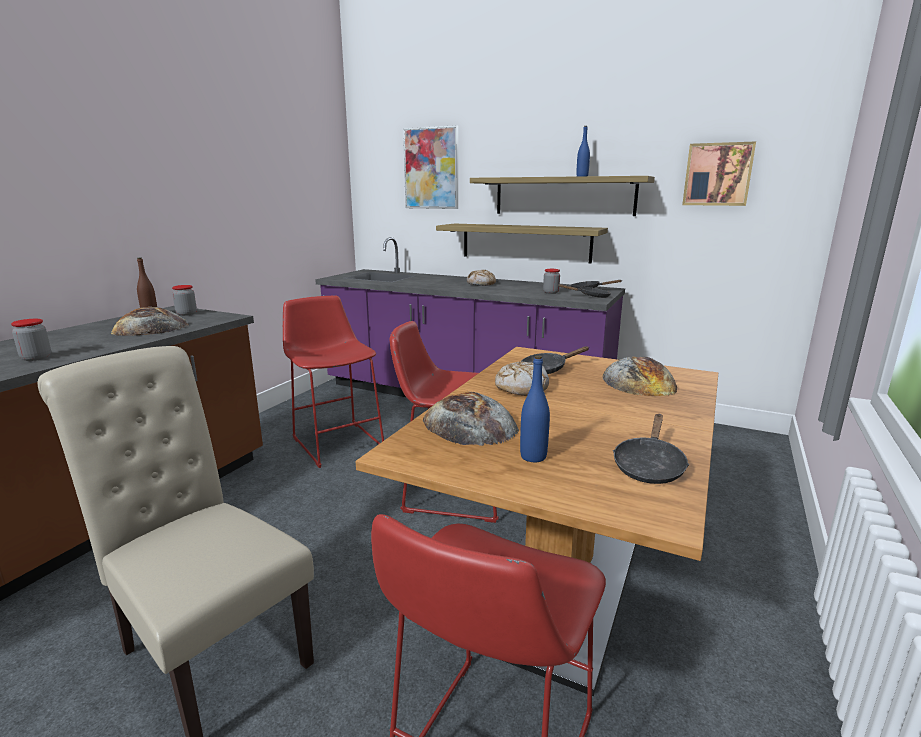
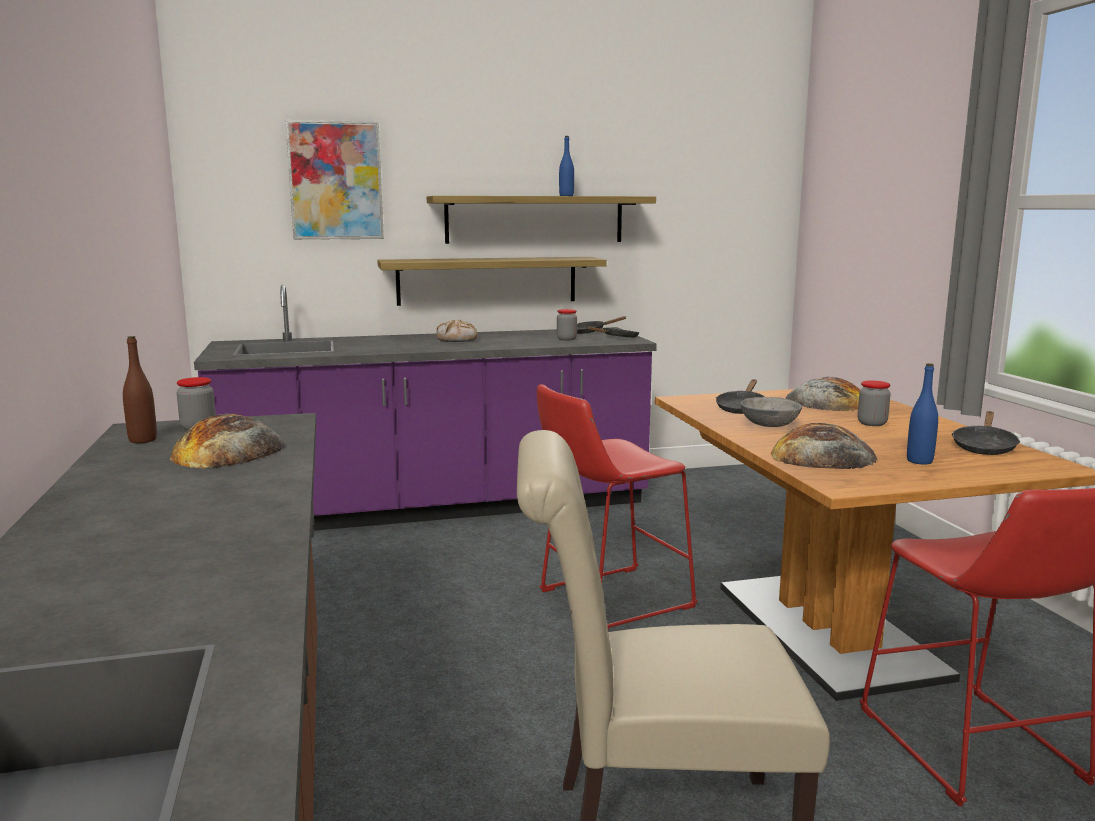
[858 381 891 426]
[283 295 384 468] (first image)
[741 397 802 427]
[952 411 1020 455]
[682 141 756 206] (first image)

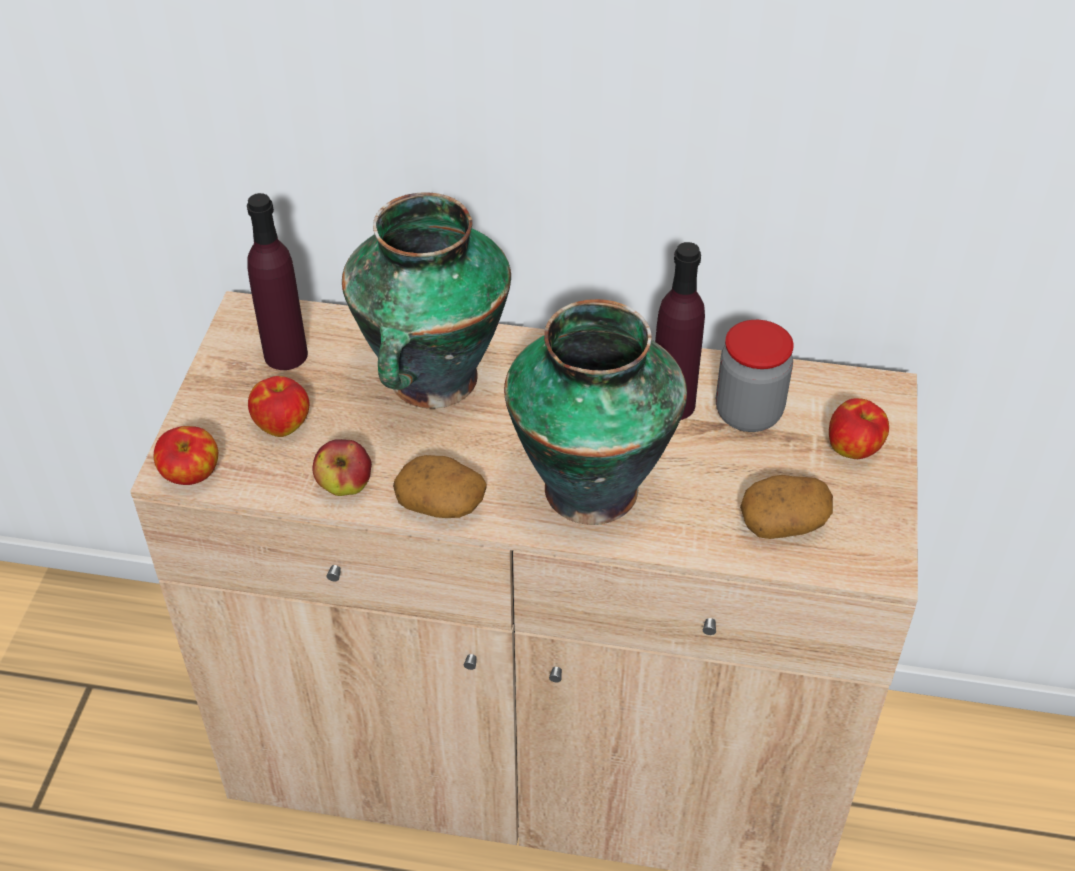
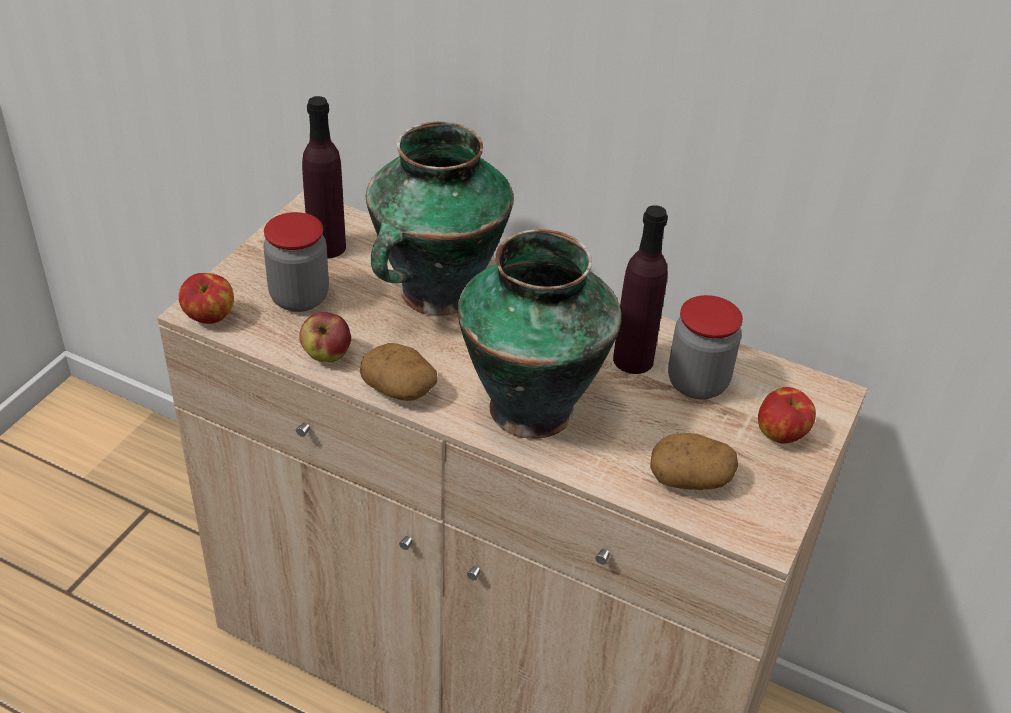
[263 212 329 312]

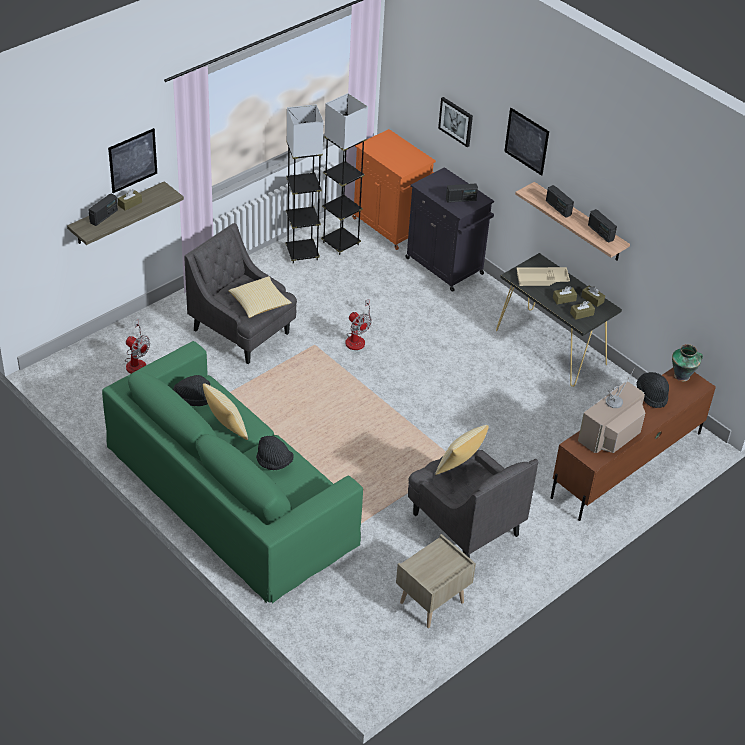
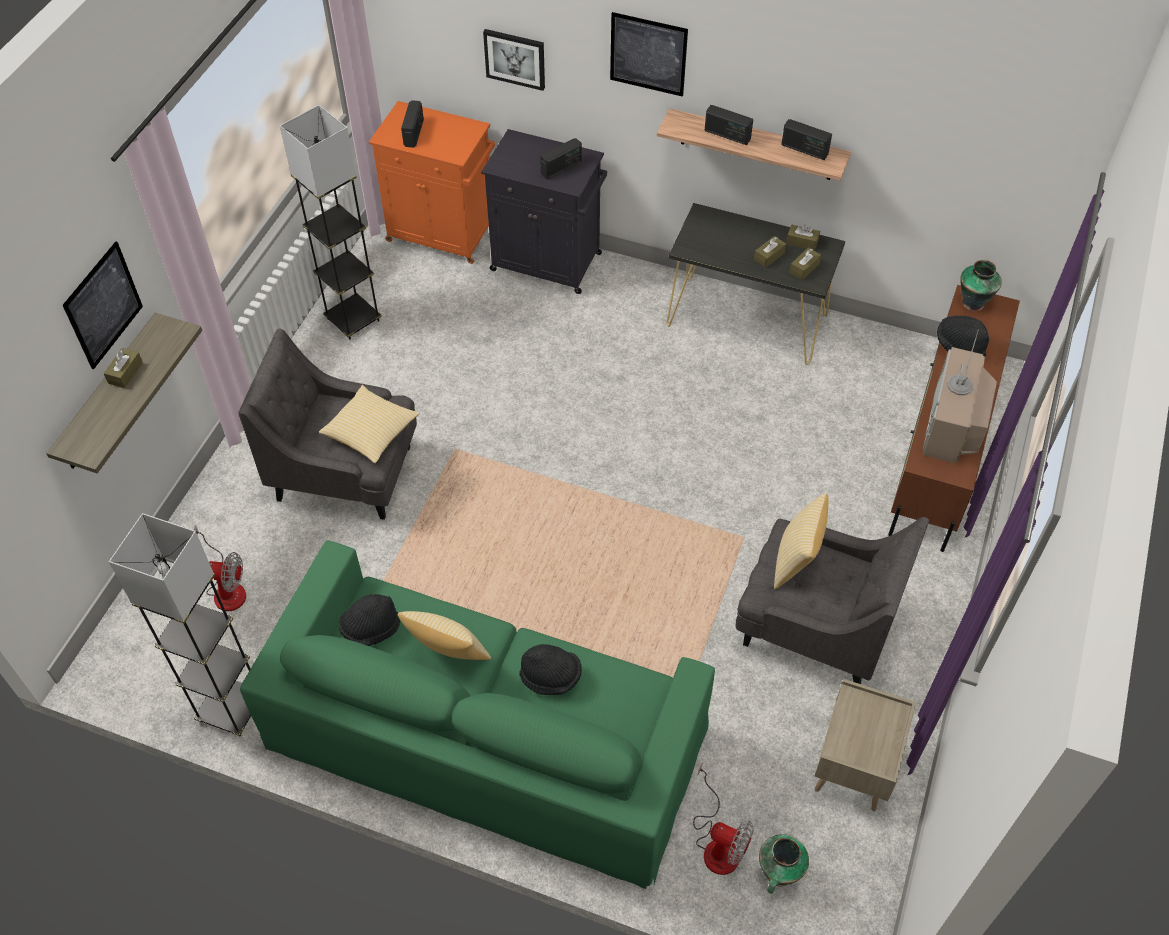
[401 100 424 148]
[109 513 251 736]
[693 762 754 875]
[517 267 570 286] (first image)
[759 834 809 894]

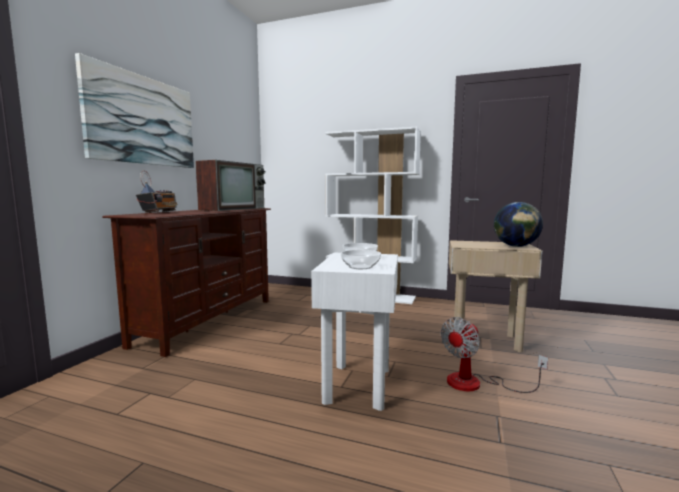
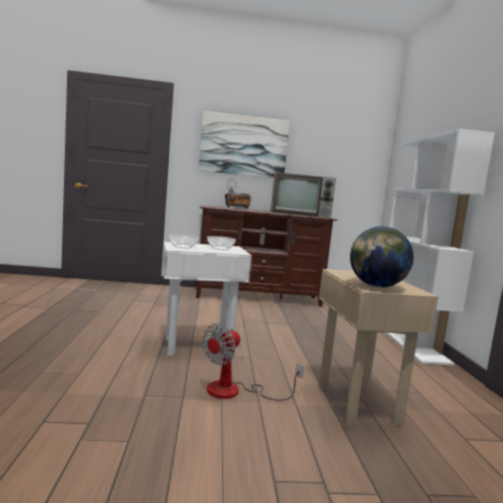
[202 324 304 401]

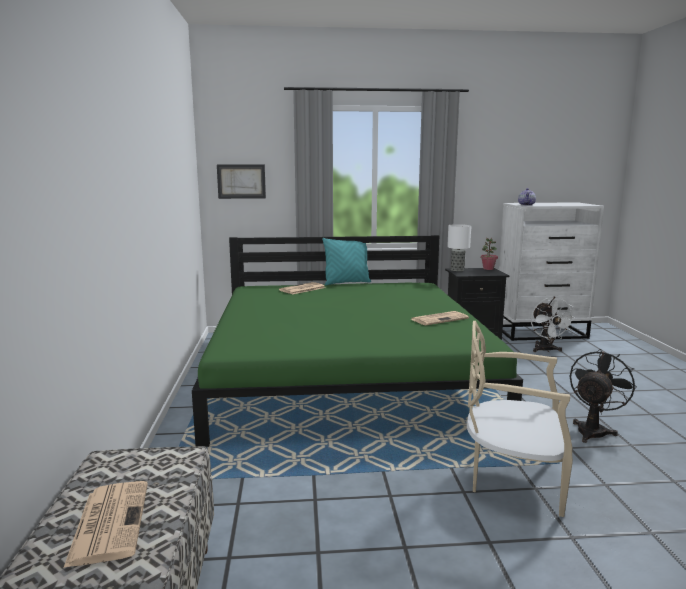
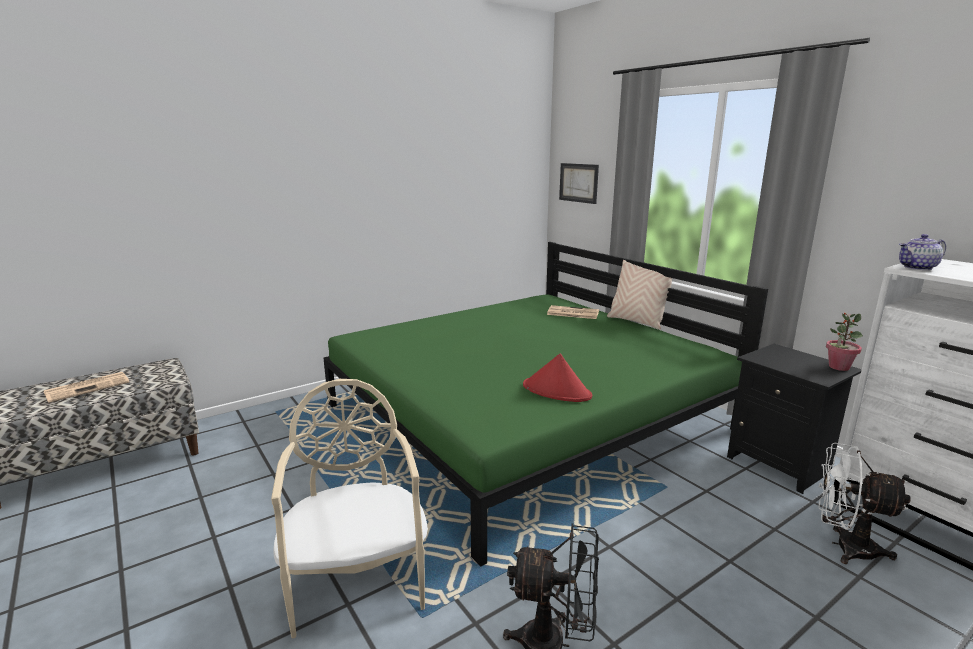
[607 260 673 330]
[523 353 592 402]
[447 224 471 271] (first image)
[818 443 911 564]

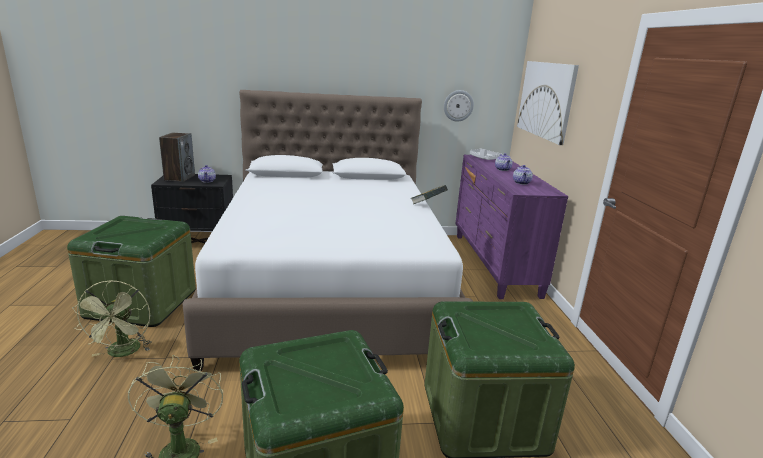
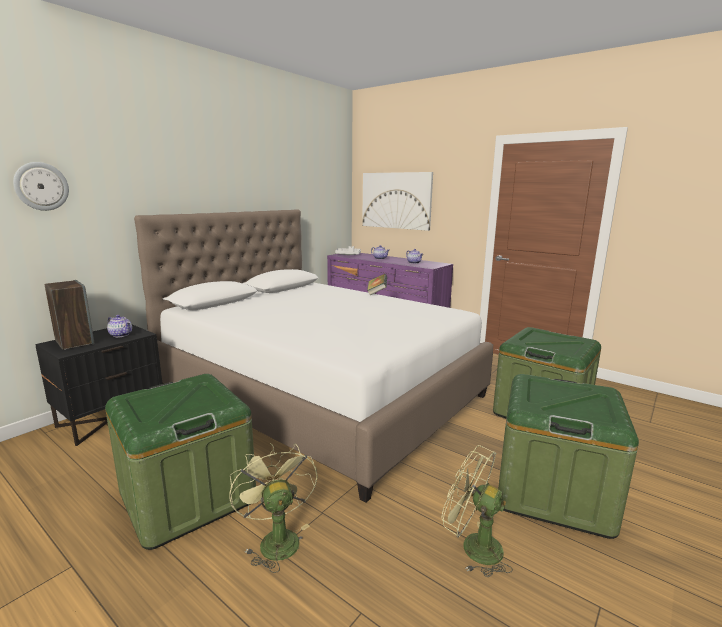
[229 443 318 573]
[13 162 69 211]

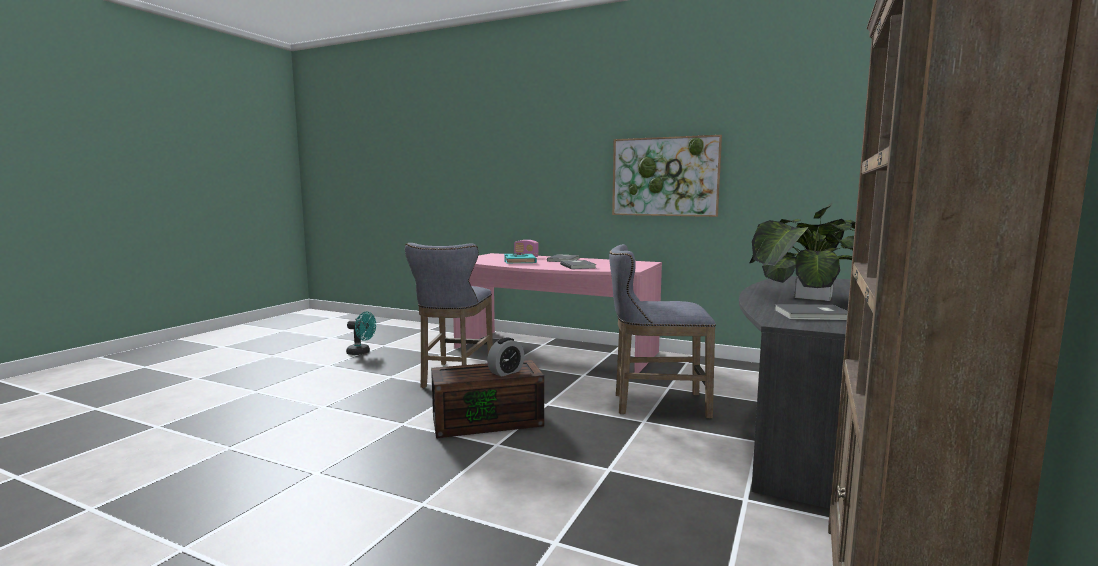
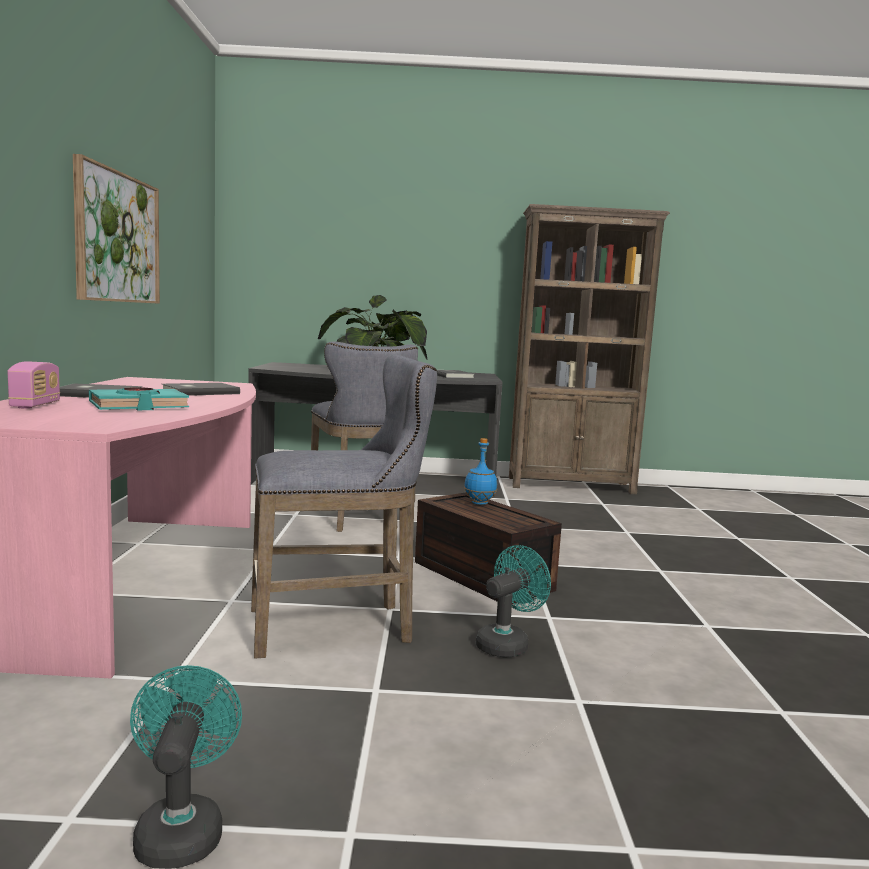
[464 438 497 505]
[476 545 551 658]

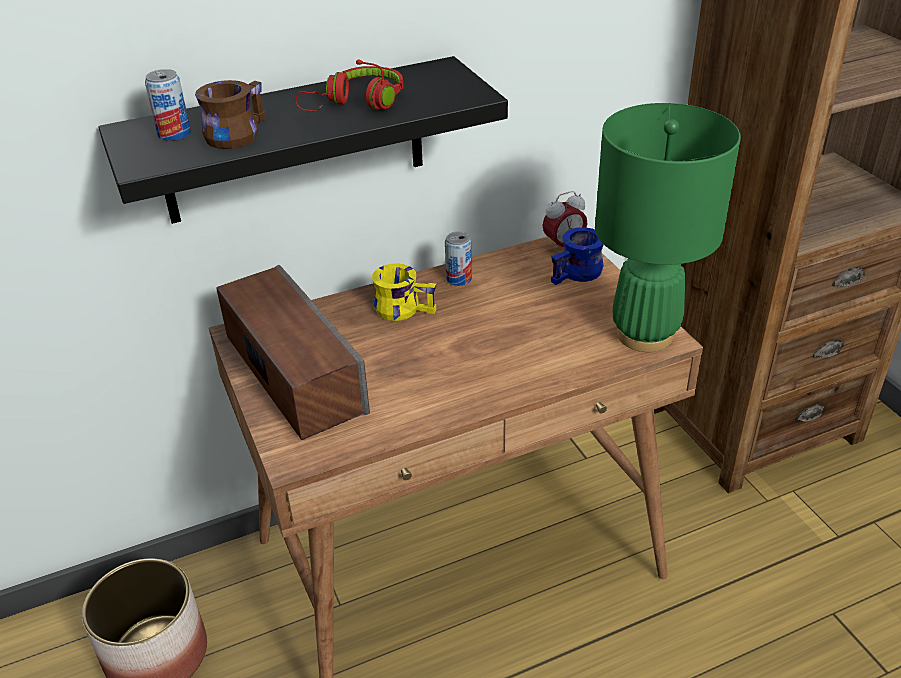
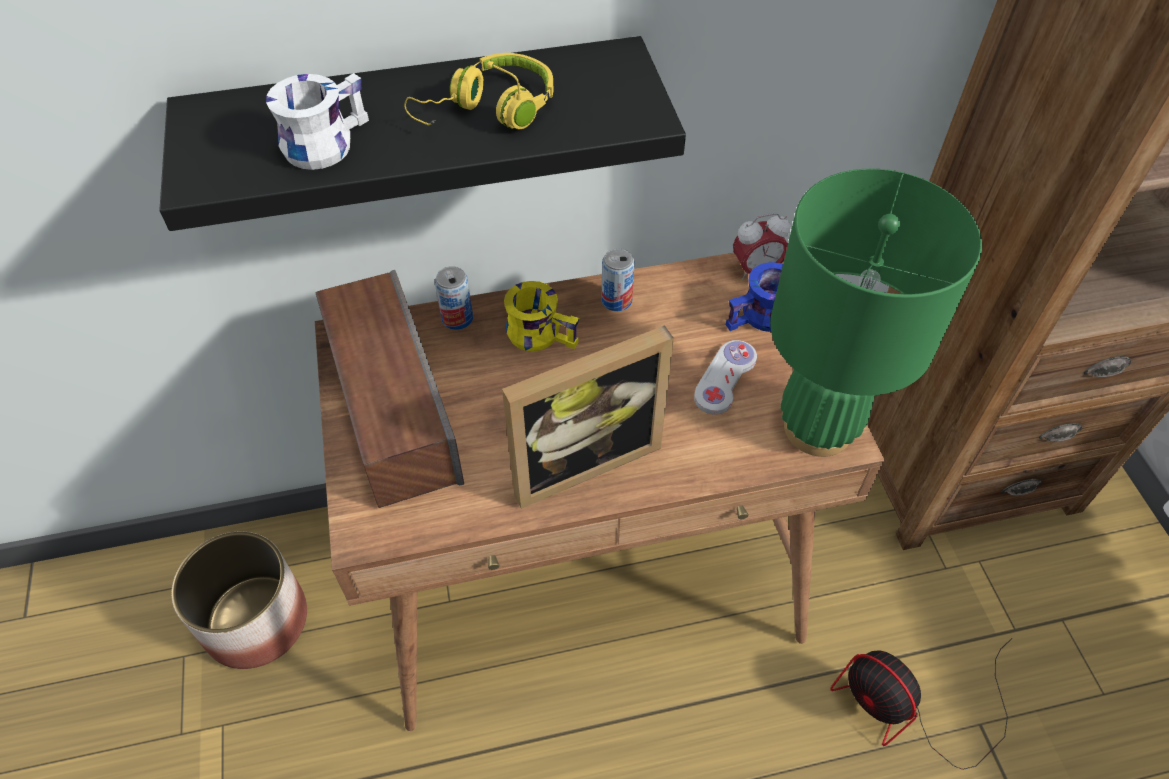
[435 266 473 330]
[266 73 369 170]
[404 53 553 129]
[502 325 674 509]
[694 340 757 415]
[831 638 1012 770]

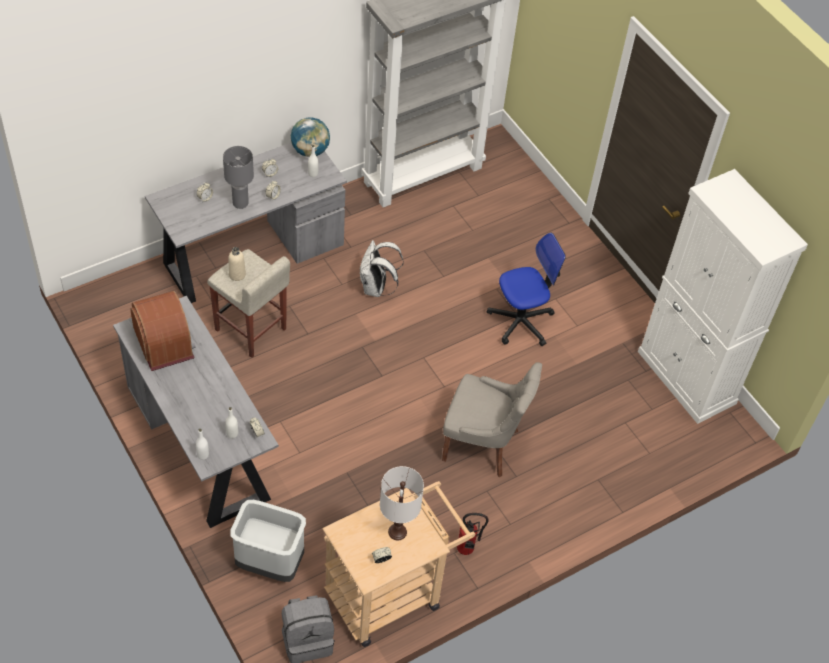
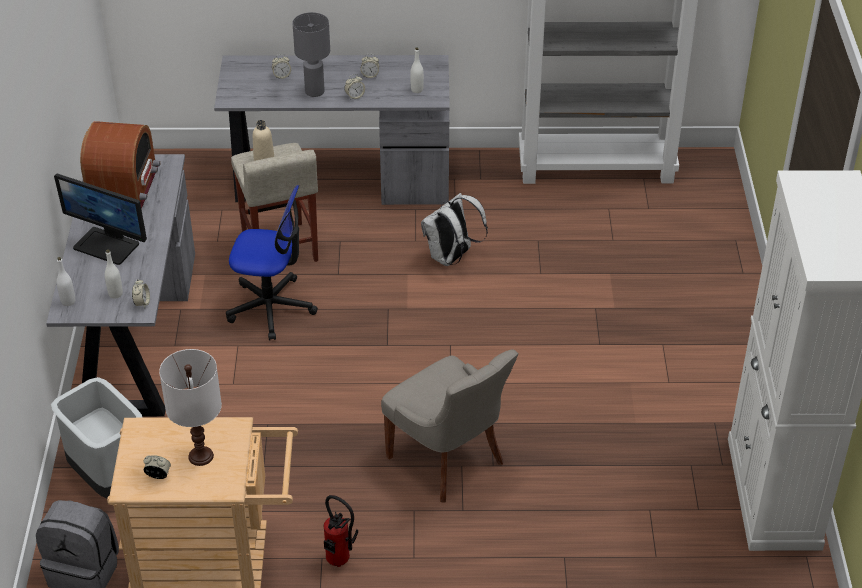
[291 117 330 157] (first image)
[226 185 318 341]
[54 174 147 265]

